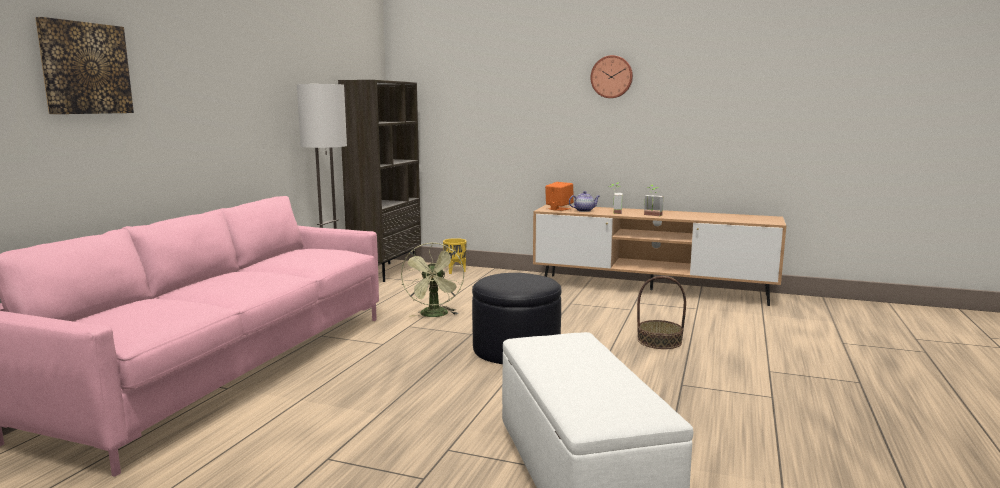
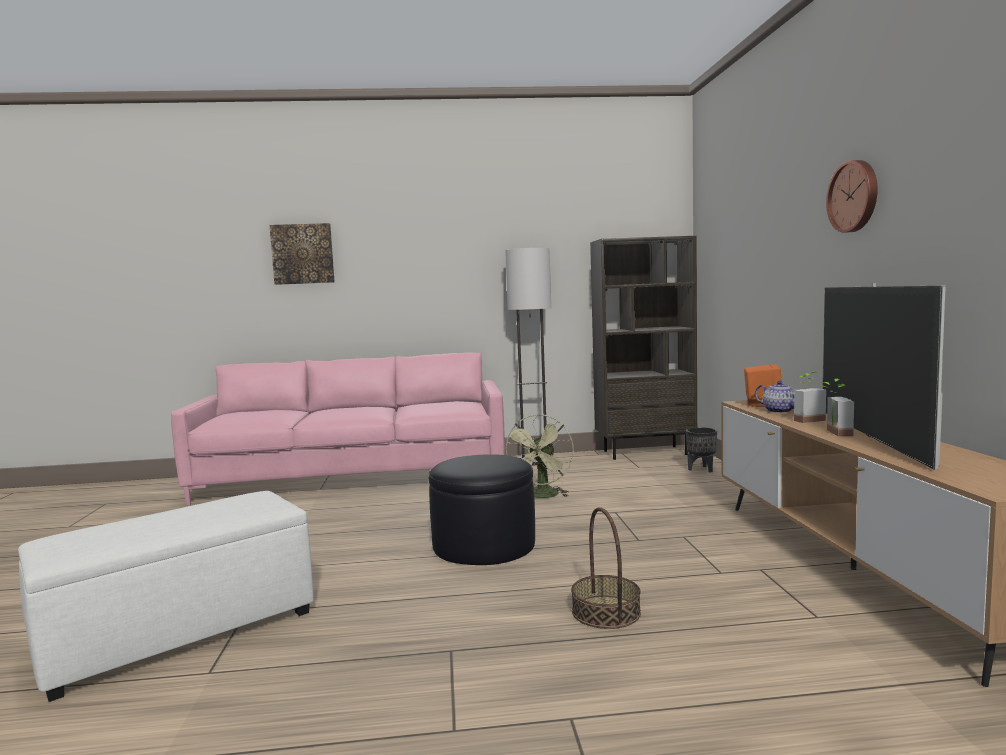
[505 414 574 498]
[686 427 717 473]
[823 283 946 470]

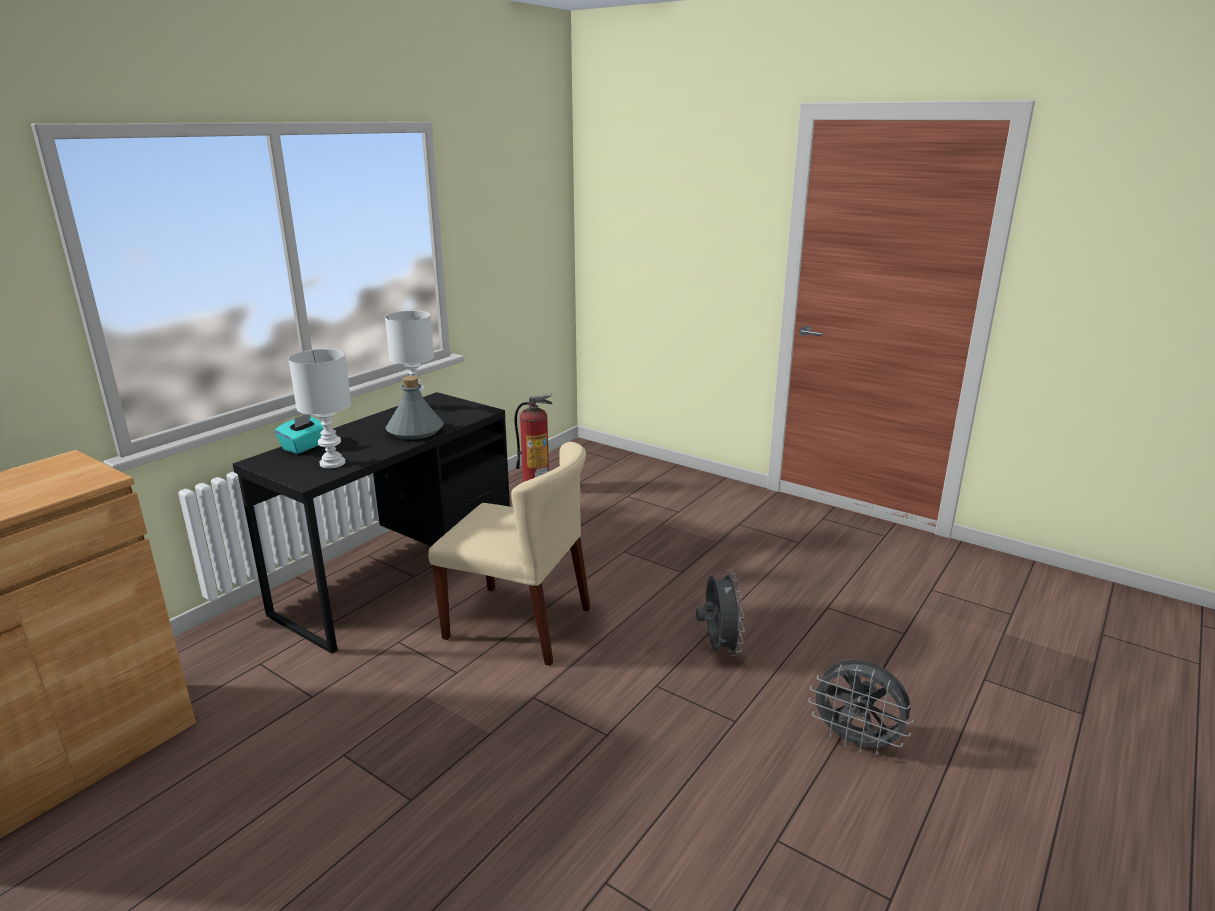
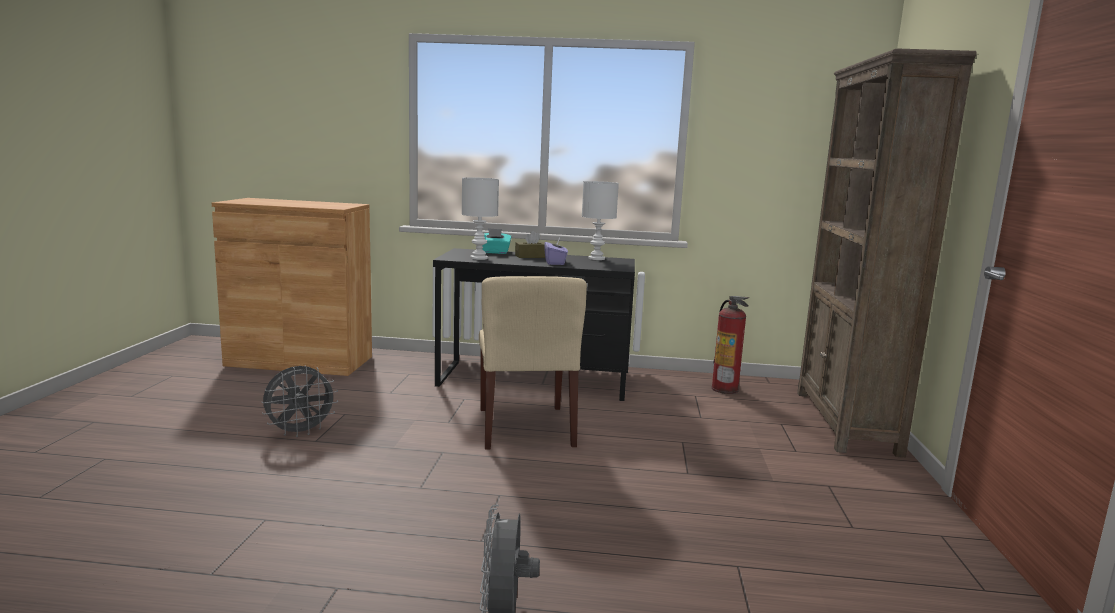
[544 237 568 265]
[261 365 338 437]
[515 231 545 258]
[797 48 977 458]

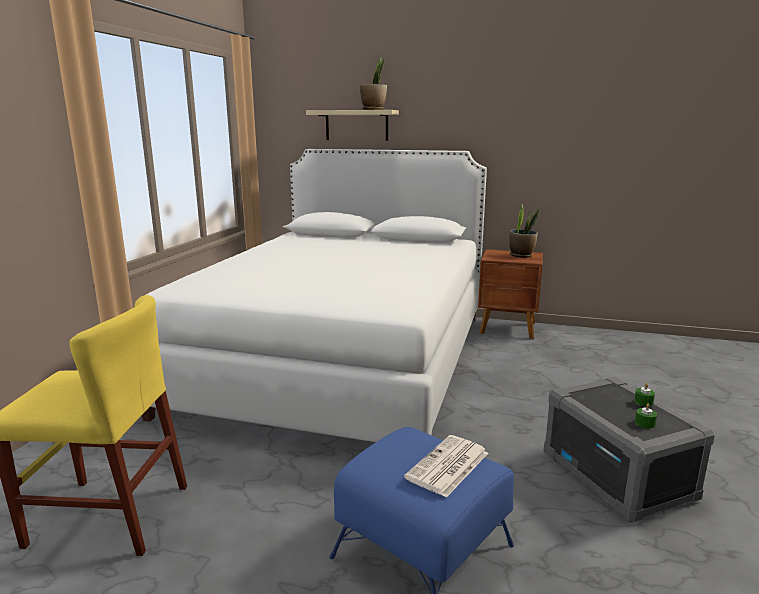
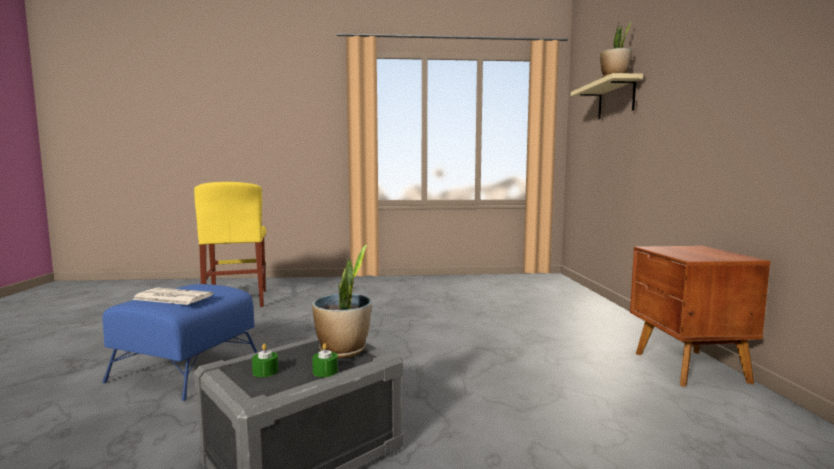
[142 149 487 442] (first image)
[312 245 371 358]

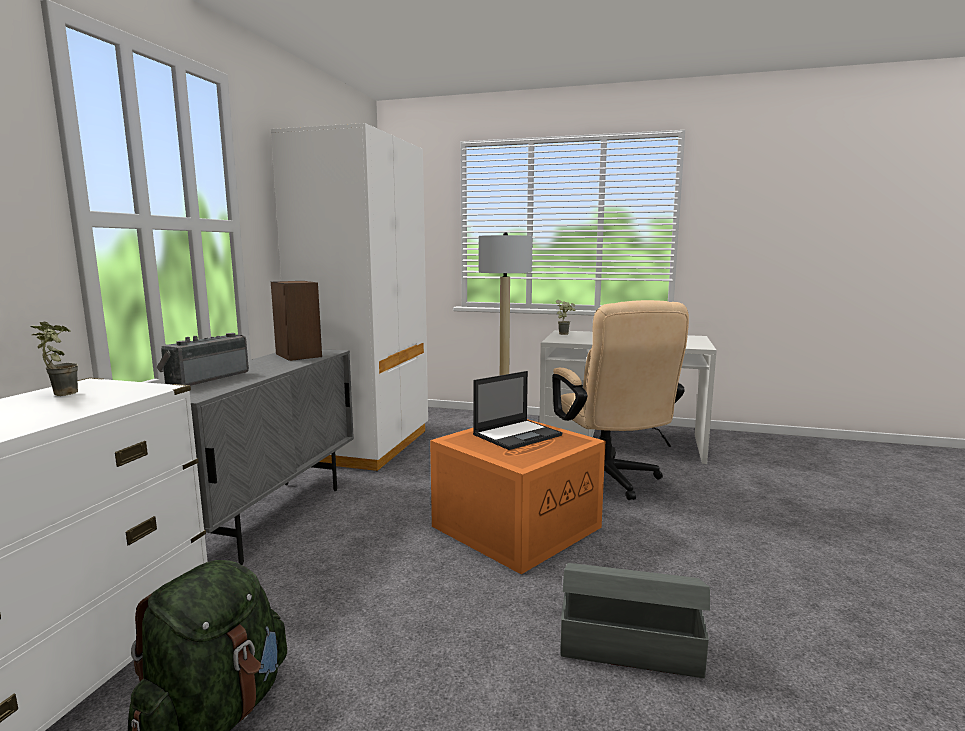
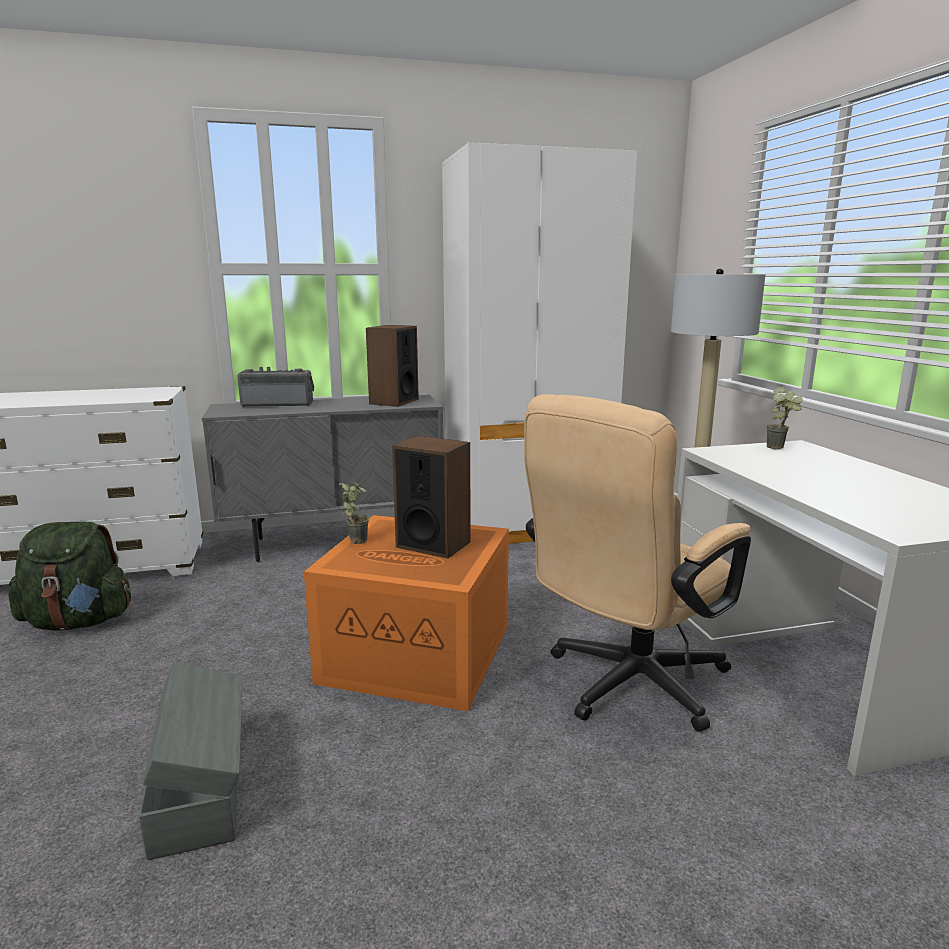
[339 481 369 544]
[392 436 470 559]

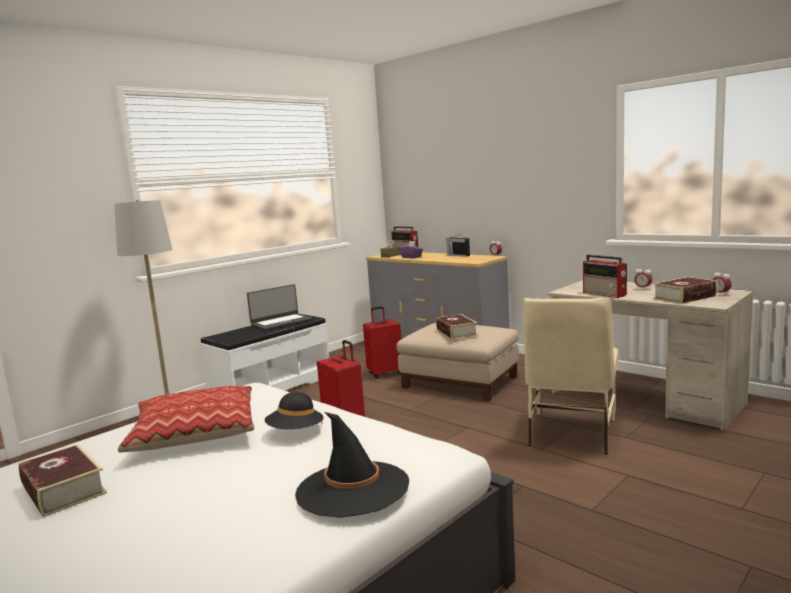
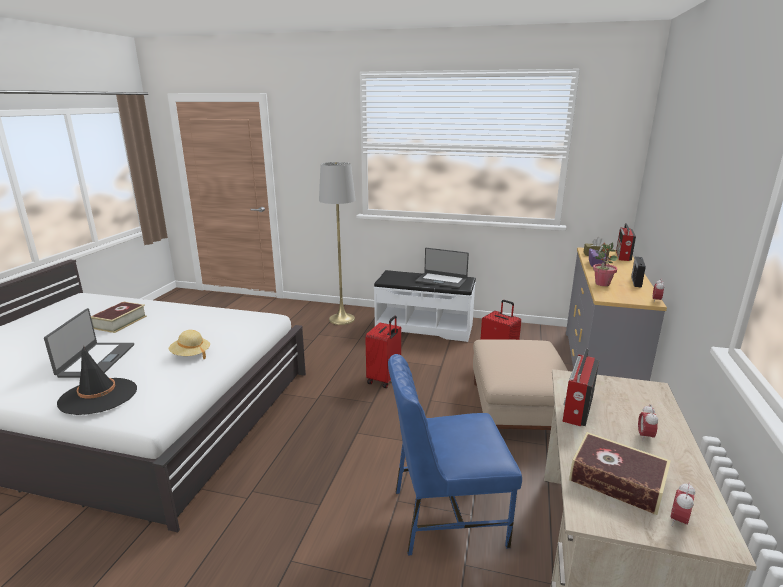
[118 386 254 452] (first image)
[169 330 210 359]
[436 314 478 339] (first image)
[388 354 522 556]
[44 308 134 378]
[593 242 618 286]

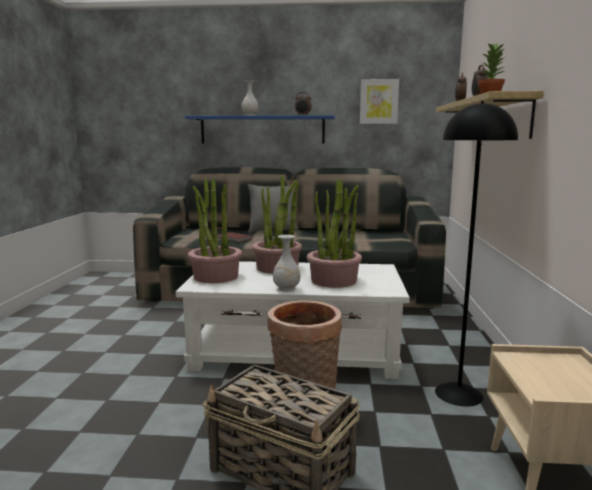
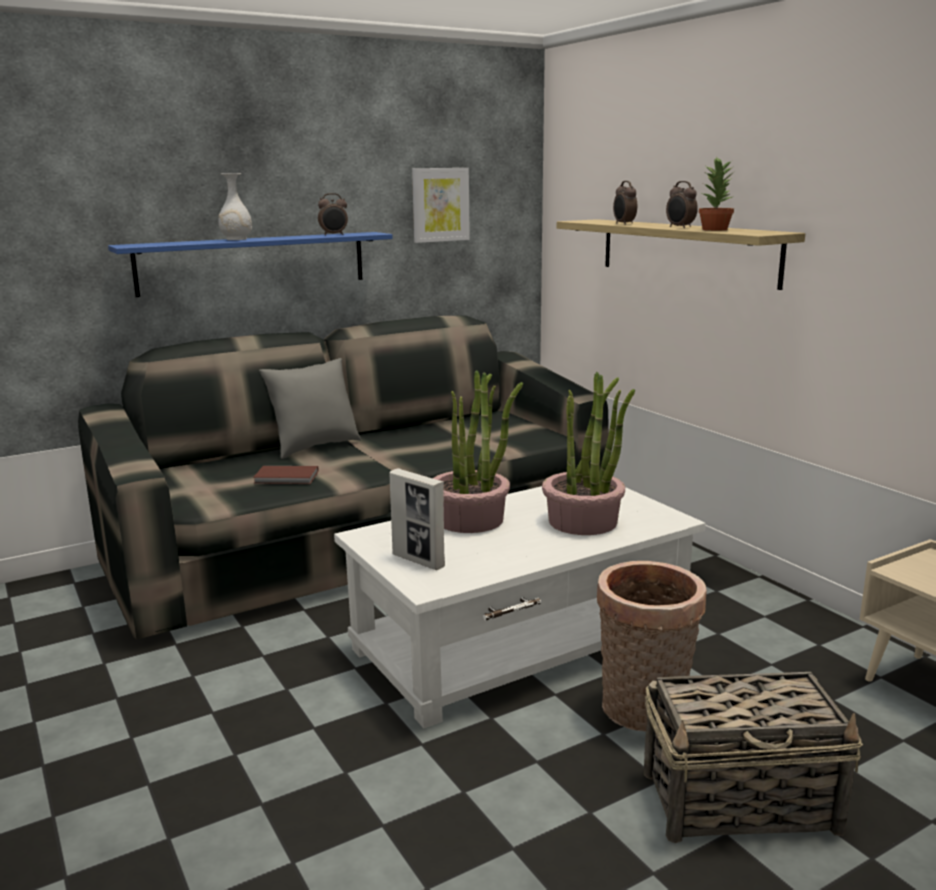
[389 468 445 570]
[273 235 301 292] (first image)
[435 101 518 407] (first image)

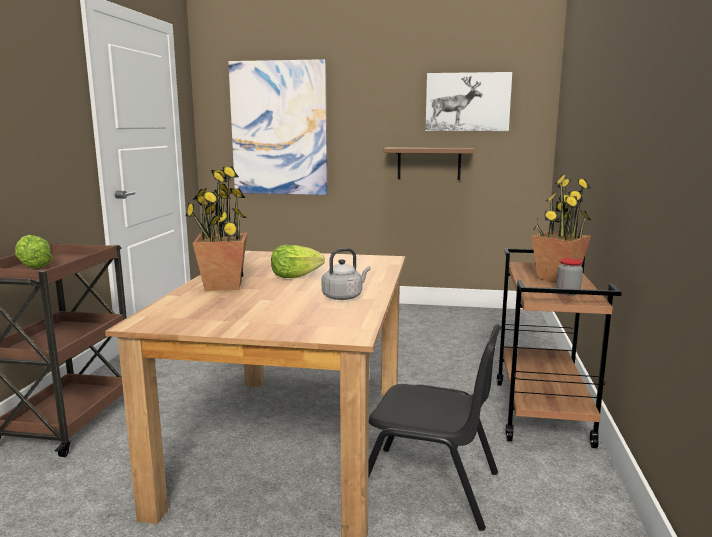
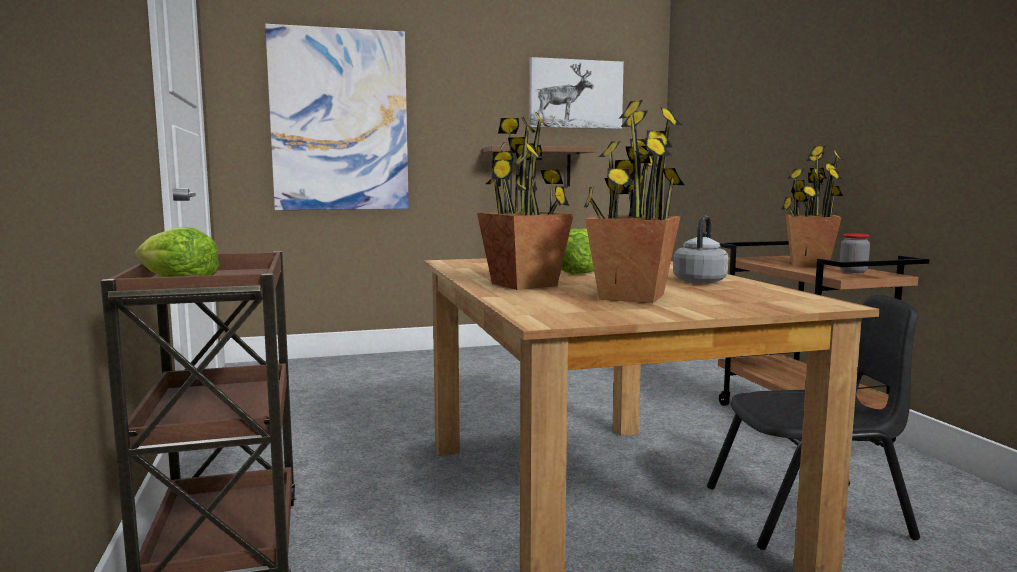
[584 100 685 303]

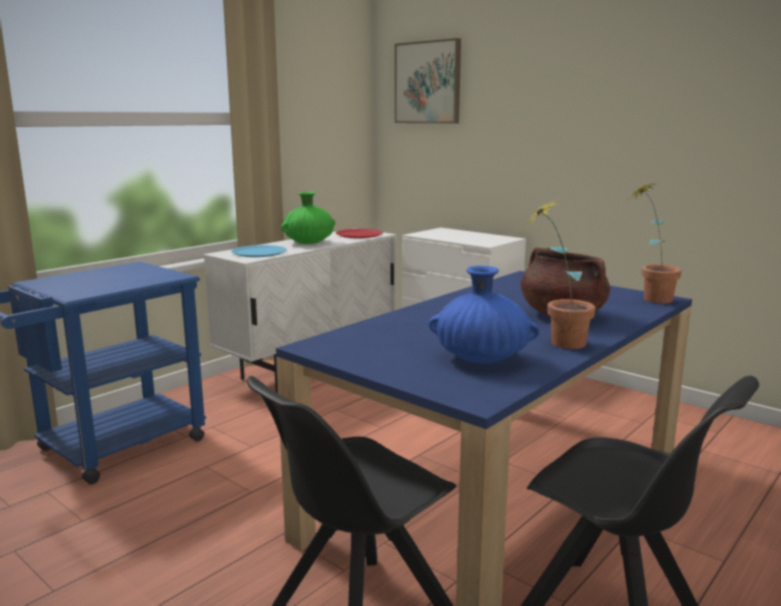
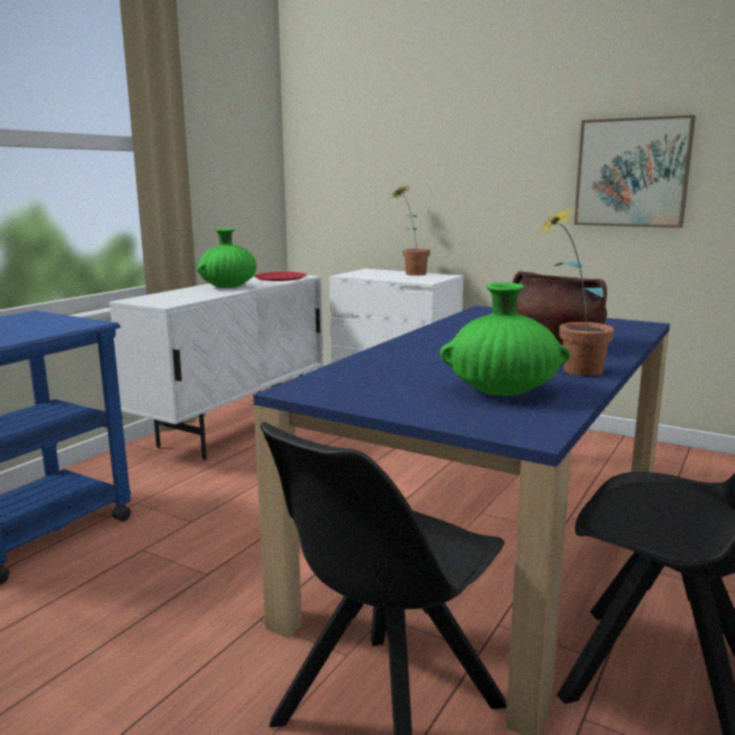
[231 245 287 257] (first image)
[574 115 696 228]
[440 282 570 396]
[391 185 430 276]

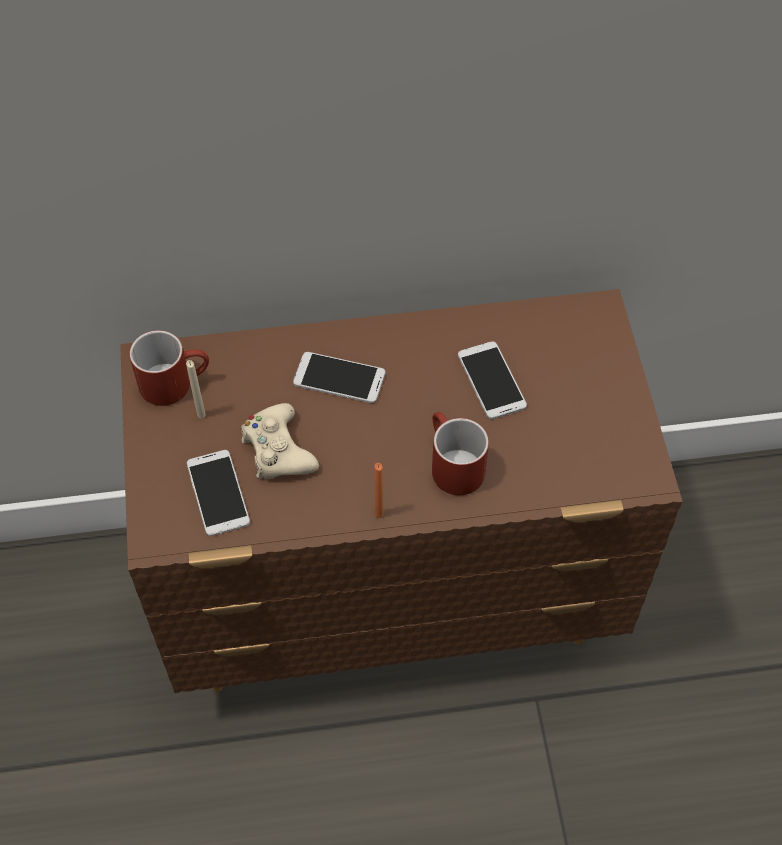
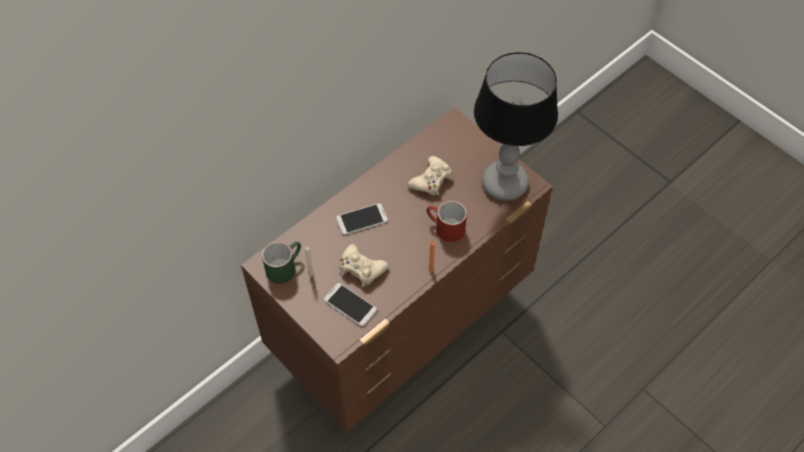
[262 241 301 284]
[408 156 452 196]
[474 52 558 201]

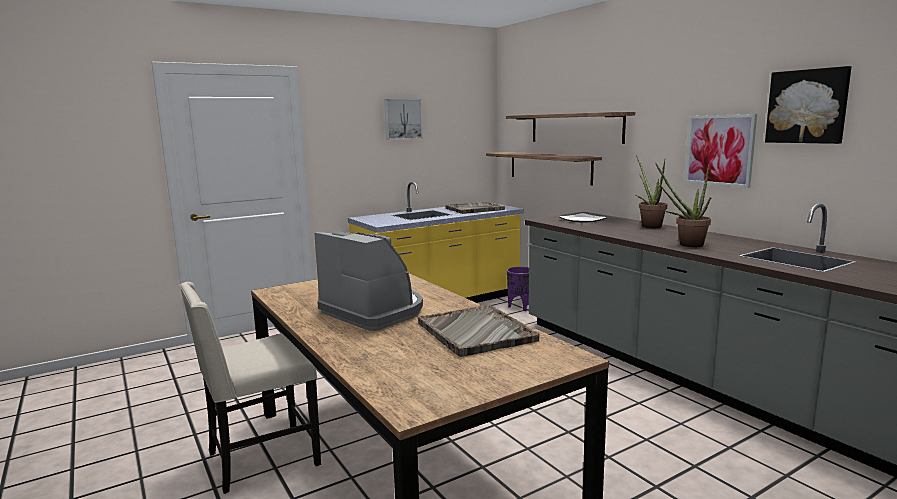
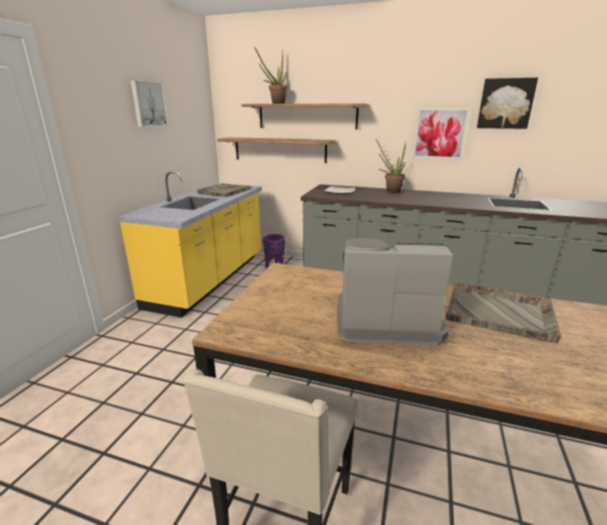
[254 46 288 104]

